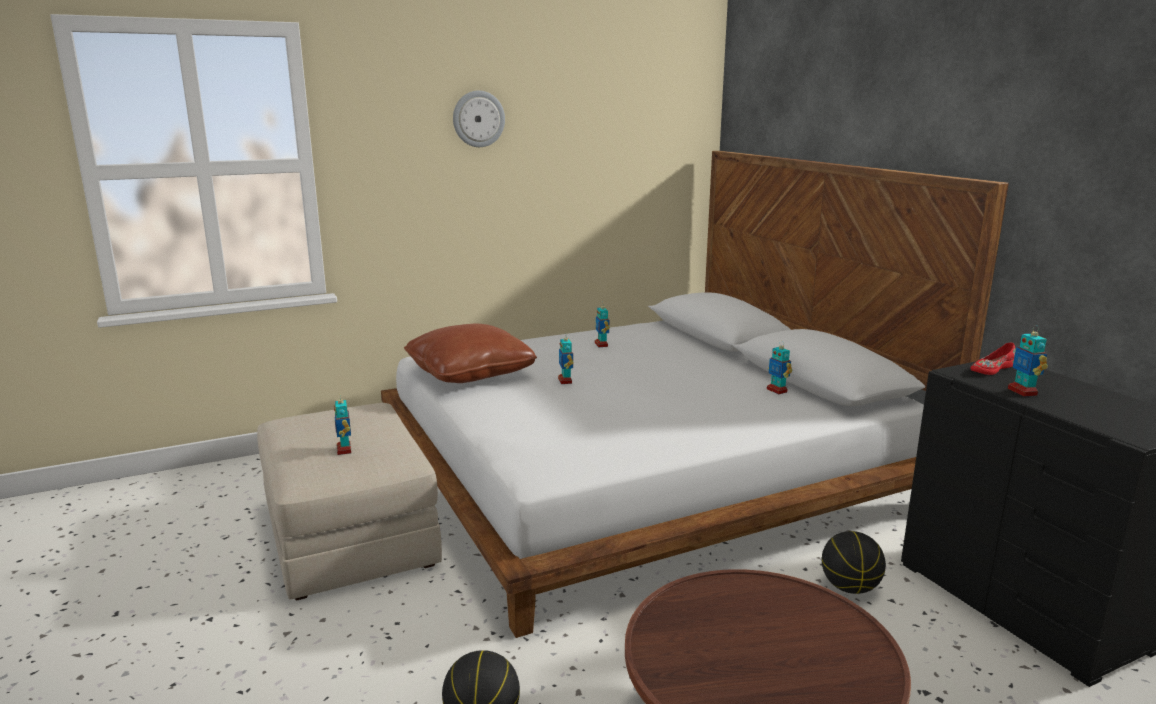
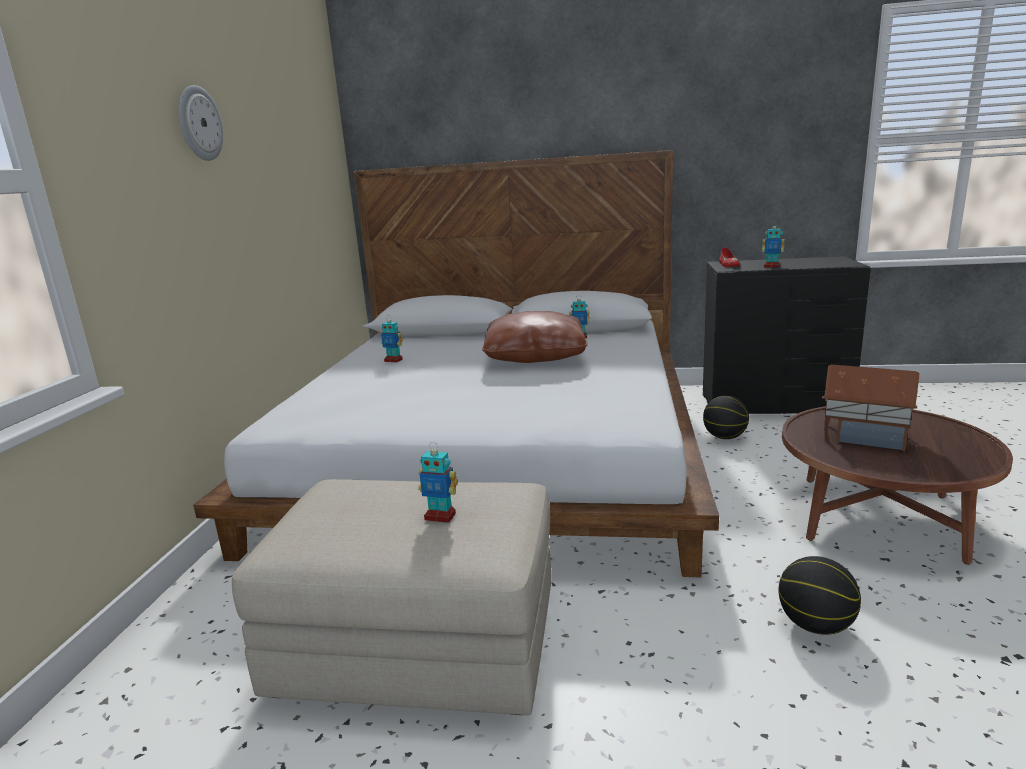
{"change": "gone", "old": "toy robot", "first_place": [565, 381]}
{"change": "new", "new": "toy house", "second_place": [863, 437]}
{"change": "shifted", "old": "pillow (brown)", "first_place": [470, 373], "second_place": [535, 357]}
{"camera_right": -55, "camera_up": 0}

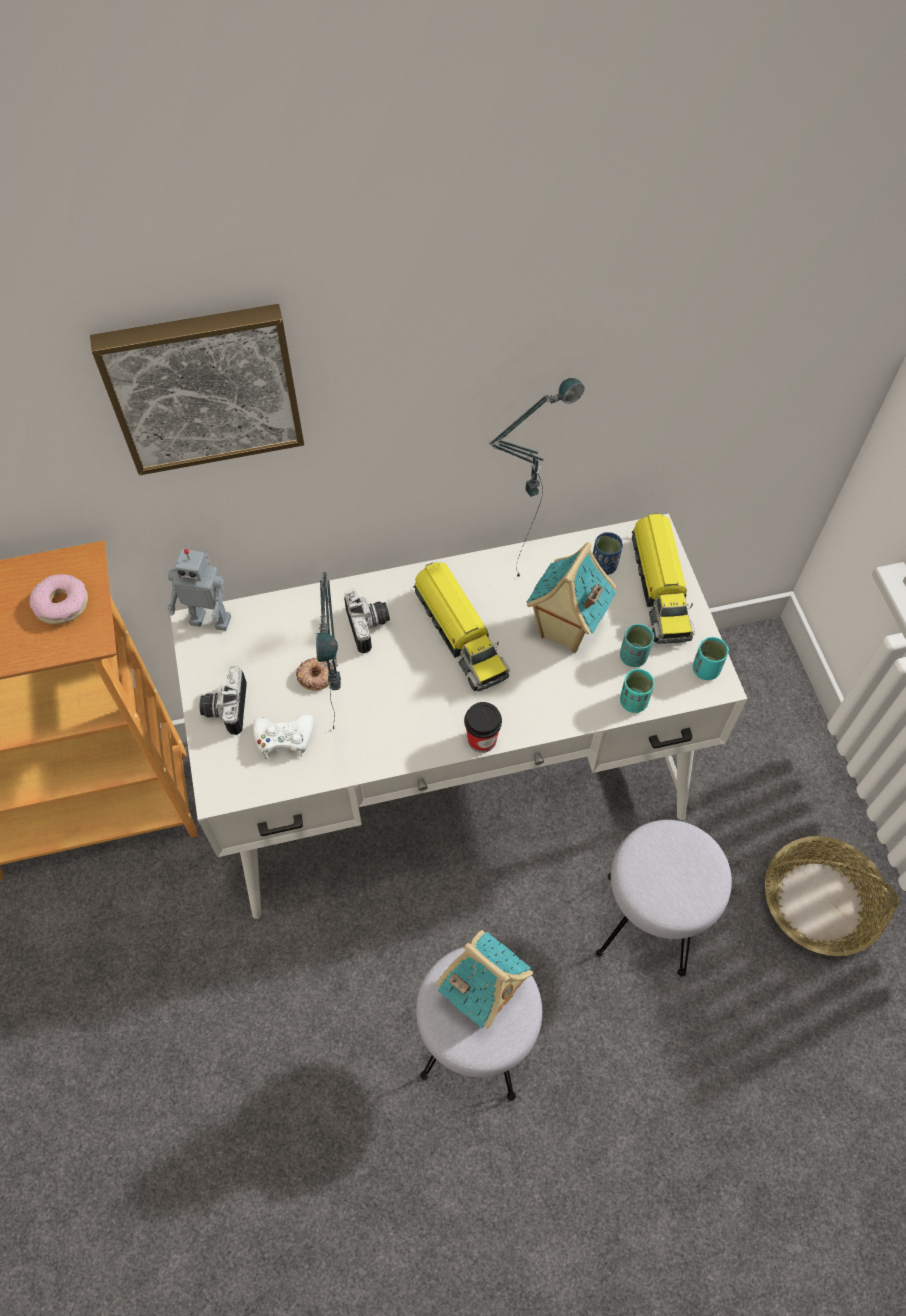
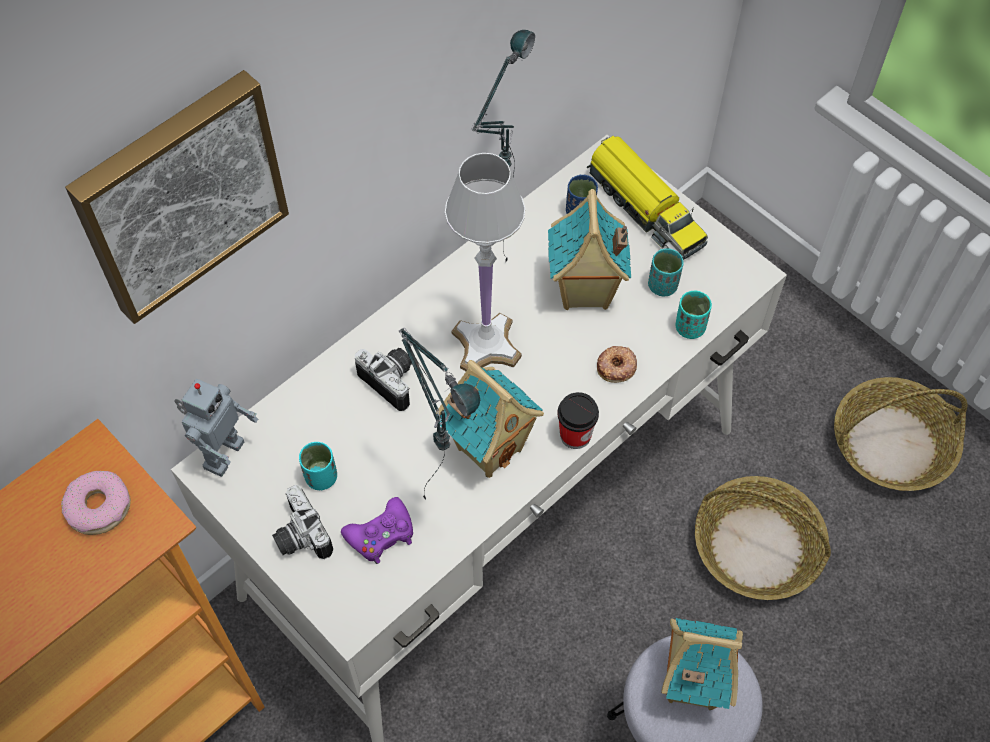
{"change": "new", "new": "toy house", "second_place": [489, 447]}
{"change": "shifted", "old": "donut", "first_place": [316, 676], "second_place": [617, 367]}
{"change": "shifted", "old": "cup (turquoise)", "first_place": [705, 669], "second_place": [321, 477]}
{"change": "swapped", "old": "toy truck", "new": "table lamp (white)", "first_place": [459, 633], "second_place": [486, 344]}
{"change": "swapped", "old": "stool (grey)", "new": "basket", "first_place": [647, 924], "second_place": [757, 547]}
{"change": "repainted", "old": "game controller (white)", "new": "game controller (purple)", "first_place": [284, 739], "second_place": [381, 535]}
{"change": "rotated", "old": "toy robot", "first_place": [211, 618], "second_place": [222, 454], "degrees": -45}
{"camera_right": -30, "camera_up": 0}

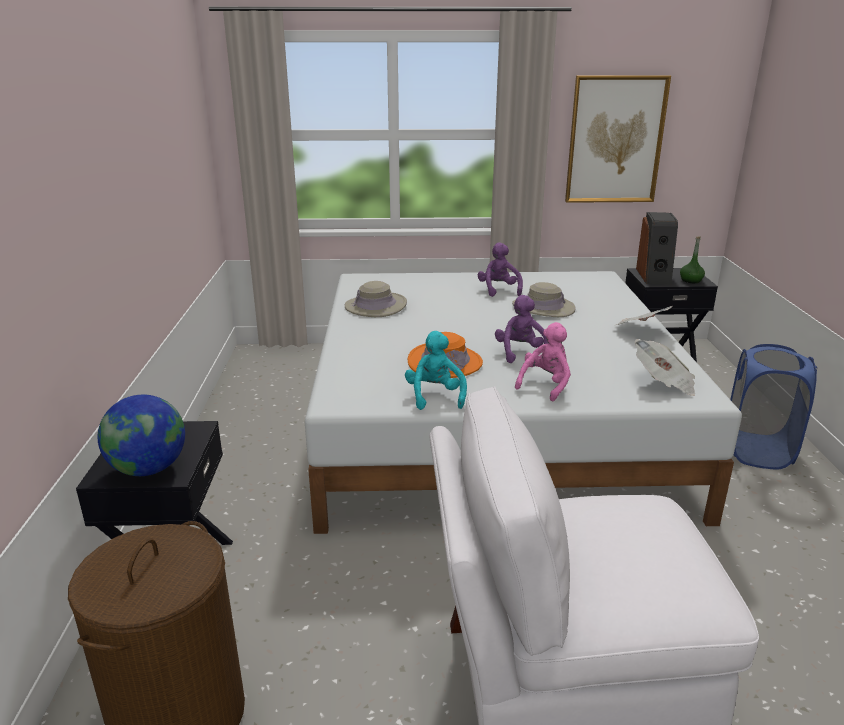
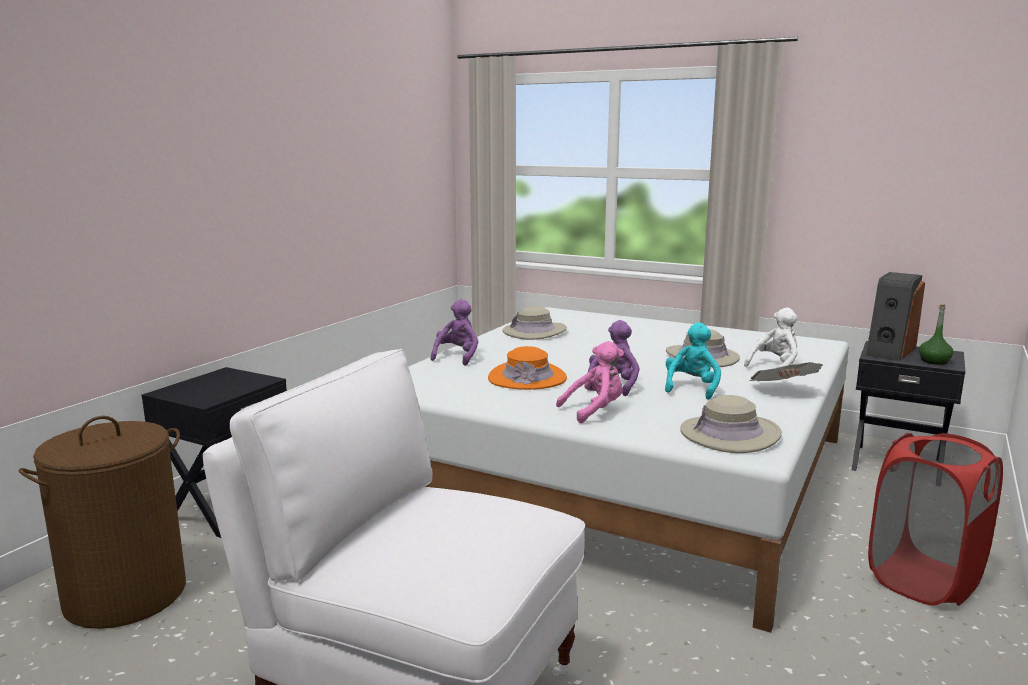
{"change": "gone", "old": "globe", "first_place": [149, 469]}
{"change": "gone", "old": "picture", "first_place": [615, 140]}
{"change": "new", "new": "plush toy (white)", "second_place": [775, 367]}
{"change": "shifted", "old": "plush toy (turquoise)", "first_place": [435, 396], "second_place": [691, 388]}
{"change": "shifted", "old": "plush toy (purple)", "first_place": [498, 290], "second_place": [457, 357]}
{"change": "swapped", "old": "newspaper", "new": "hat (beige)", "first_place": [664, 383], "second_place": [730, 434]}
{"change": "repainted", "old": "laundry basket (blue)", "new": "laundry basket (red)", "first_place": [756, 451], "second_place": [924, 580]}
{"camera_right": 30, "camera_up": -10}

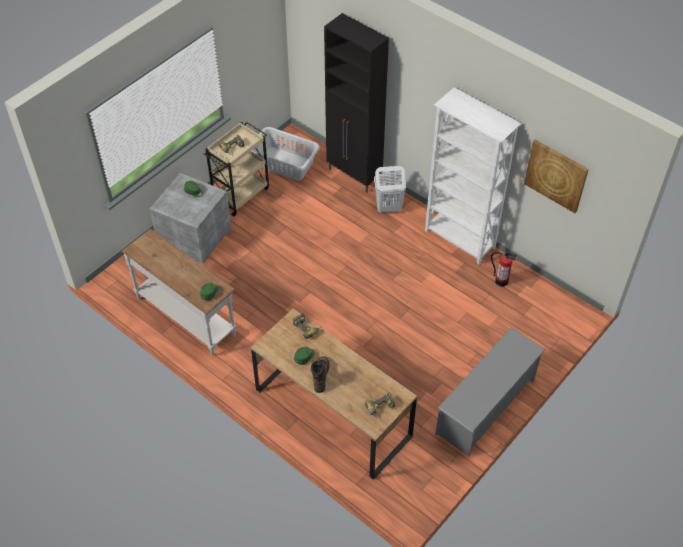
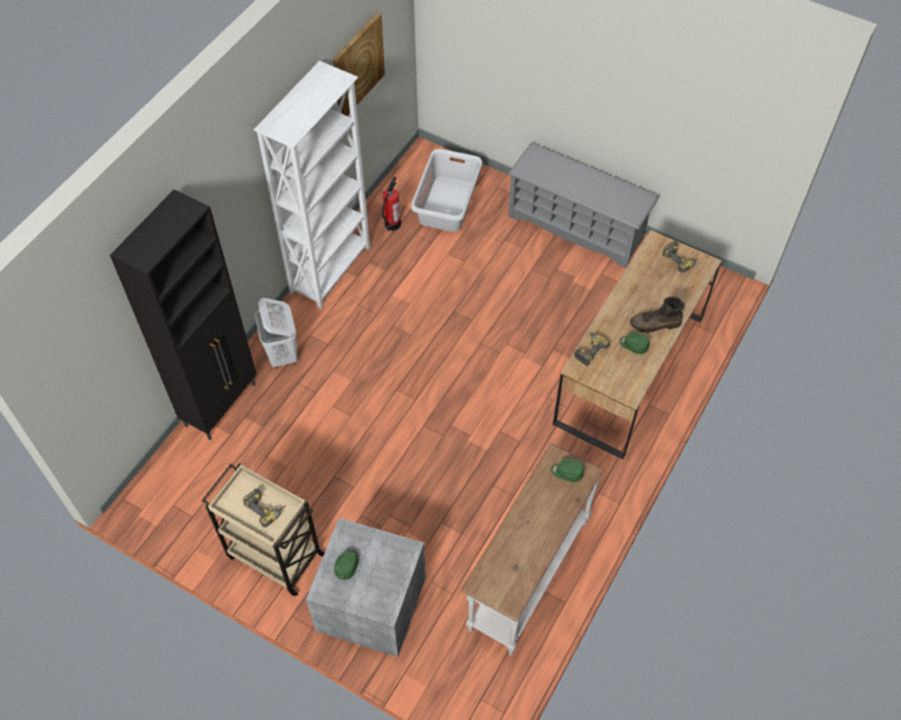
{"change": "shifted", "old": "laundry basket (grey)", "first_place": [285, 164], "second_place": [448, 204]}
{"camera_right": -100, "camera_up": 5}

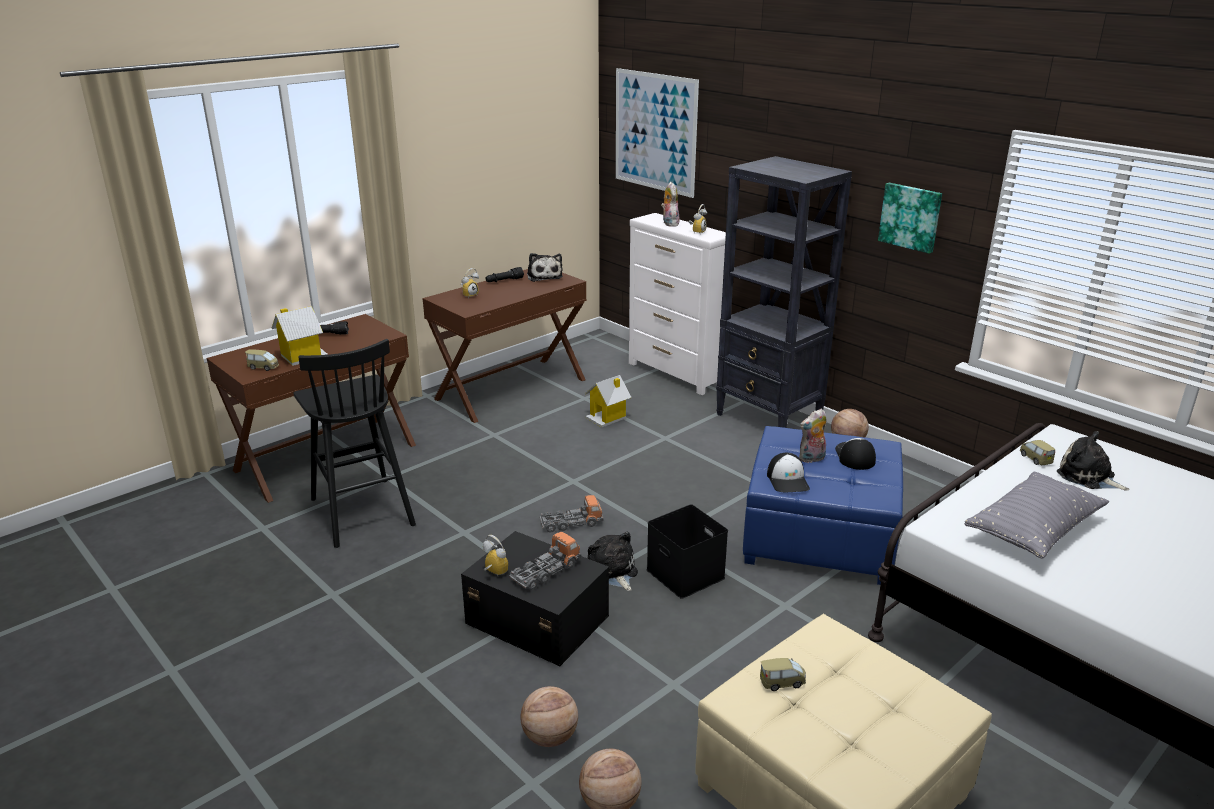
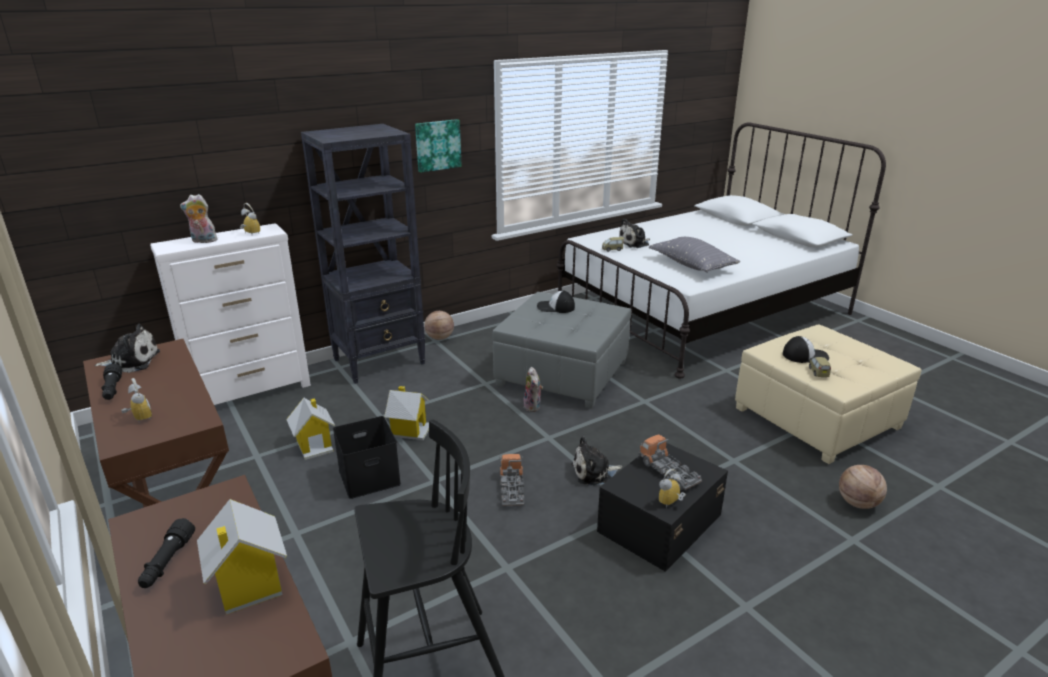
{"change": "gone", "old": "toy car", "first_place": [263, 367]}
{"change": "gone", "old": "basketball", "first_place": [550, 737]}
{"change": "gone", "old": "picture", "first_place": [655, 132]}
{"change": "new", "new": "toy house", "second_place": [410, 430]}
{"change": "shifted", "old": "storage box (black)", "first_place": [687, 574], "second_place": [370, 476]}
{"change": "shifted", "old": "cap", "first_place": [788, 480], "second_place": [805, 355]}
{"change": "shifted", "old": "plush toy", "first_place": [812, 459], "second_place": [533, 406]}
{"change": "repainted", "old": "ottoman (blue)", "new": "ottoman (grey)", "first_place": [818, 535], "second_place": [563, 373]}
{"camera_right": -80, "camera_up": 0}

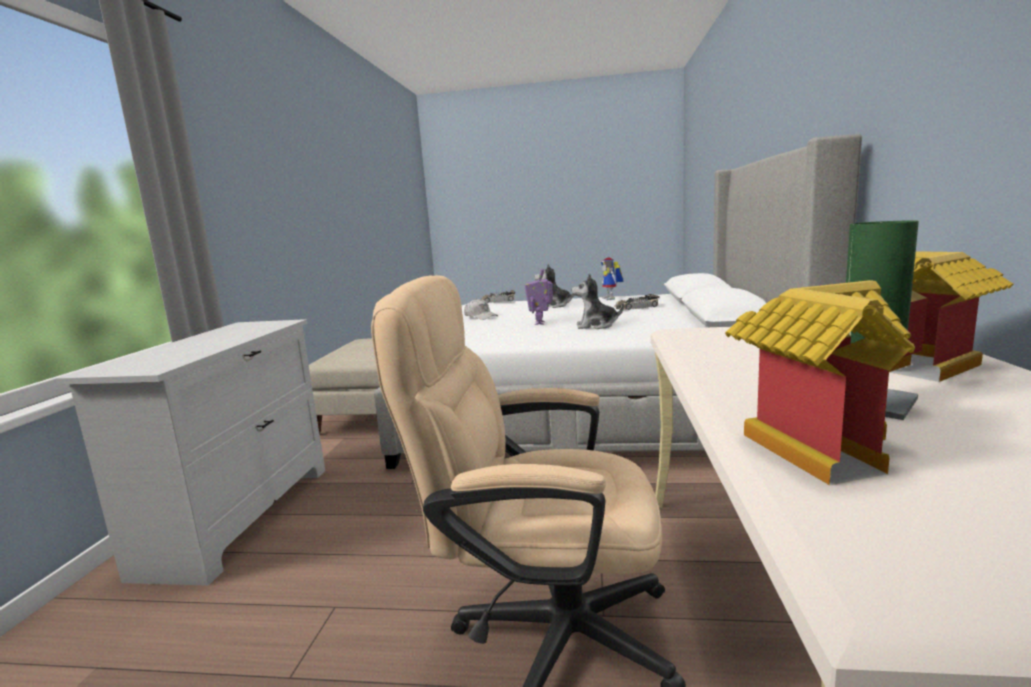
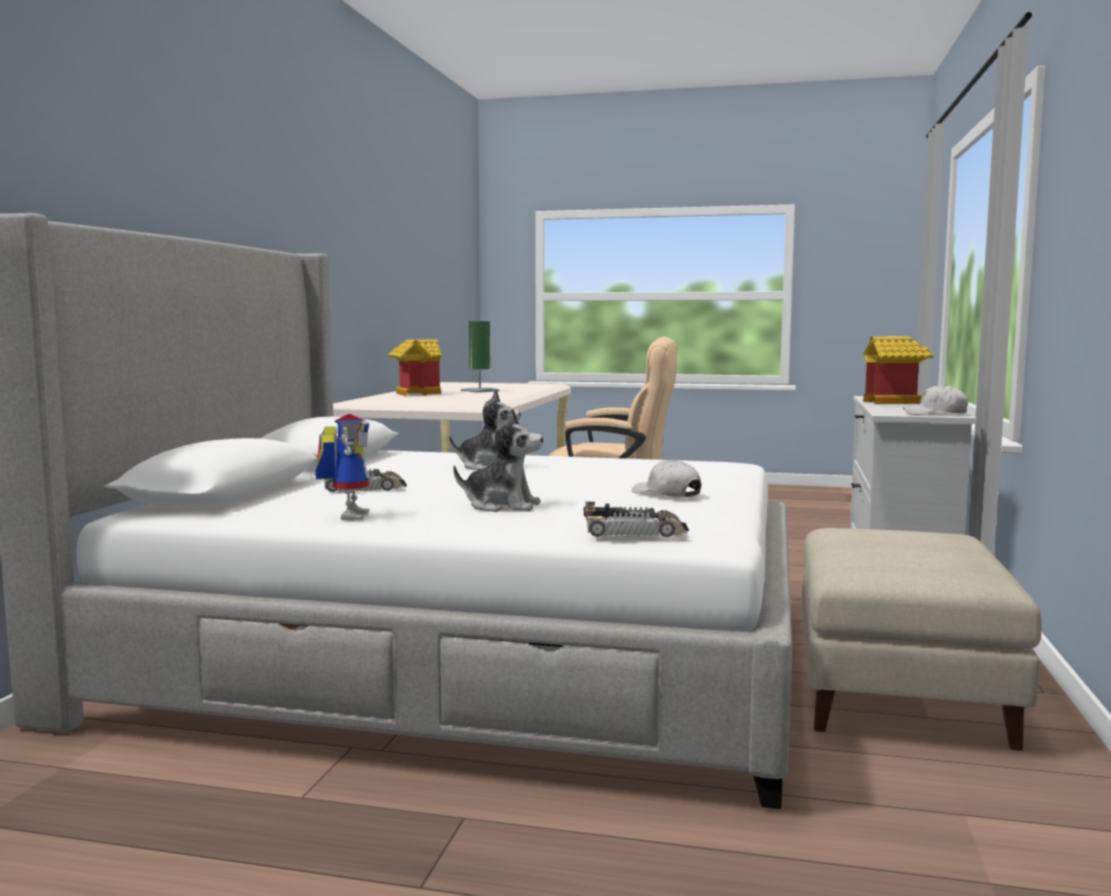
{"change": "gone", "old": "toy robot", "first_place": [540, 323]}
{"change": "new", "new": "cap (white)", "second_place": [935, 414]}
{"change": "shifted", "old": "toy house", "first_place": [811, 443], "second_place": [894, 402]}
{"camera_right": -175, "camera_up": -5}

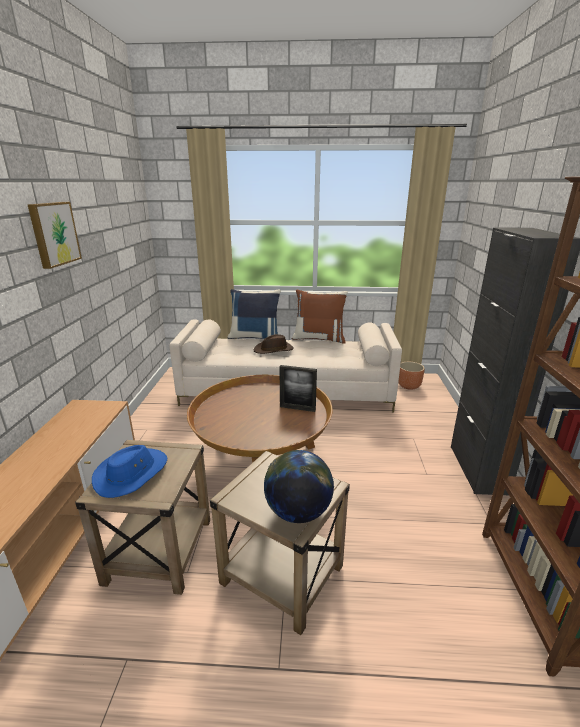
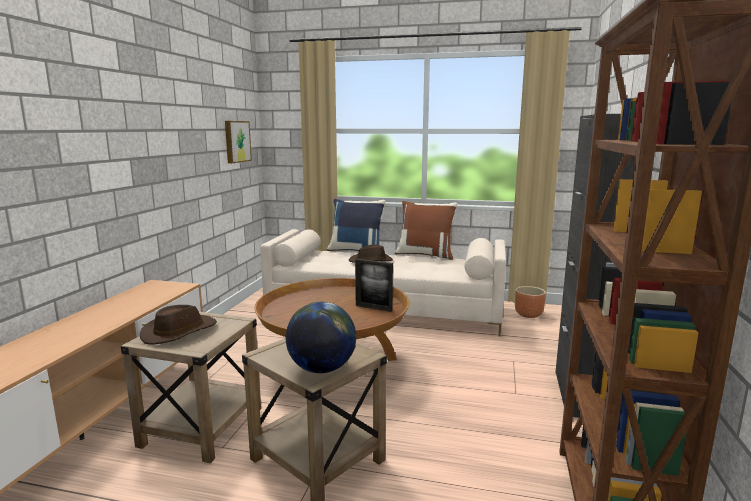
{"change": "shifted", "old": "picture", "first_place": [53, 234], "second_place": [236, 141]}
{"change": "repainted", "old": "hat (blue)", "new": "hat (brown)", "first_place": [132, 473], "second_place": [179, 331]}
{"camera_right": 10, "camera_up": -10}

